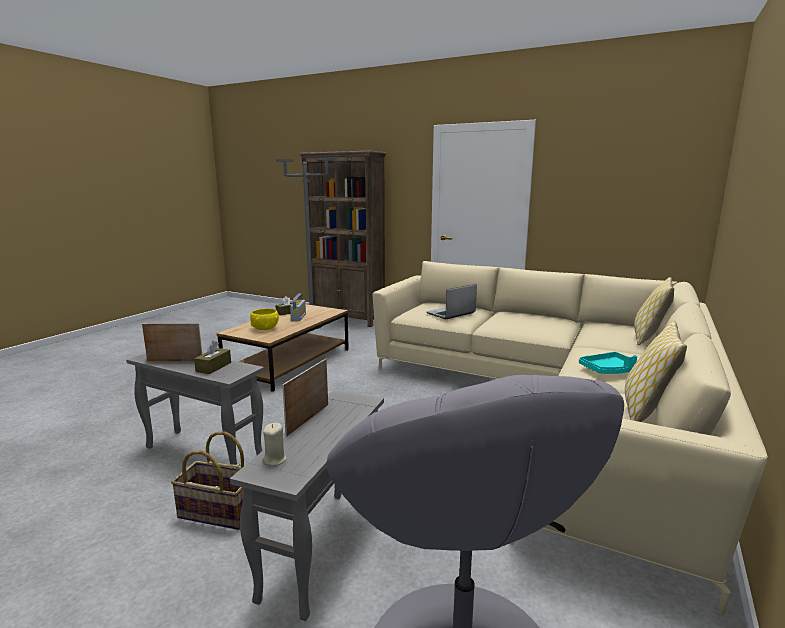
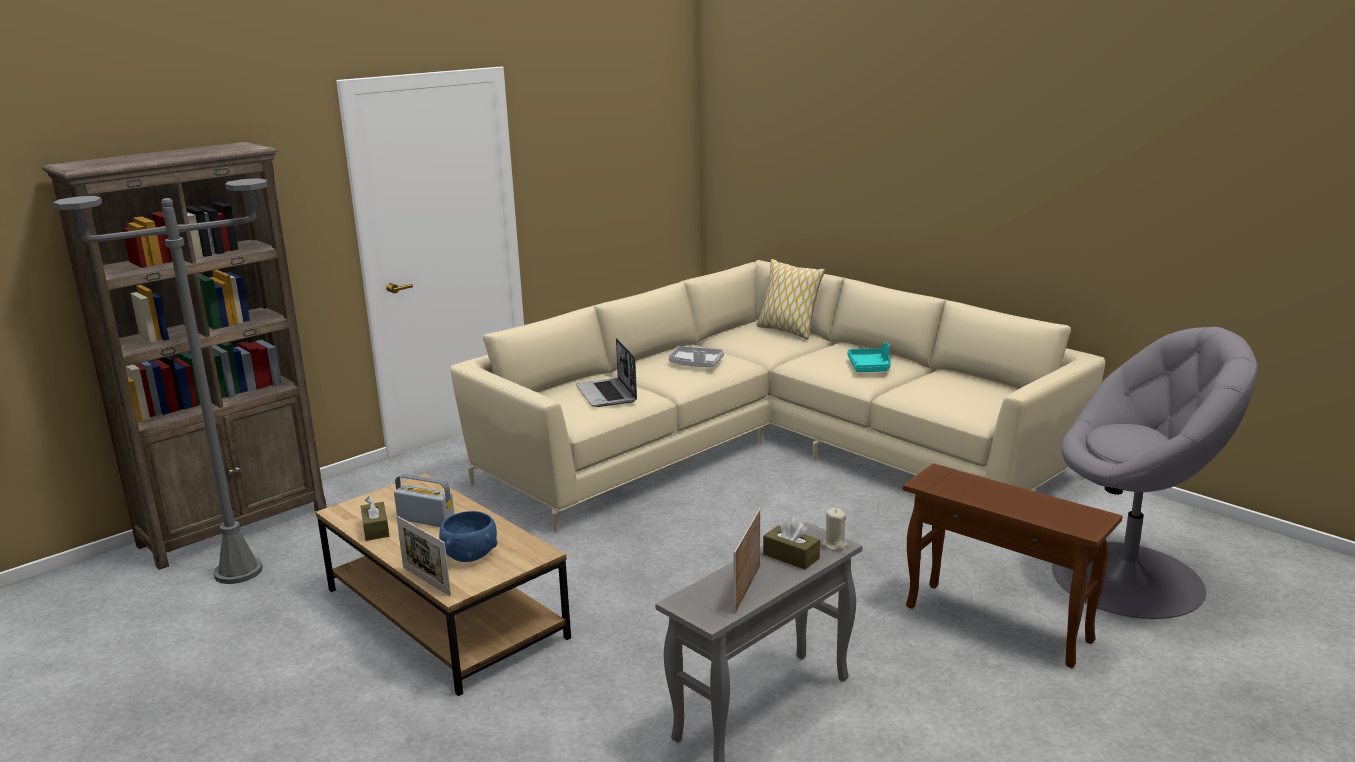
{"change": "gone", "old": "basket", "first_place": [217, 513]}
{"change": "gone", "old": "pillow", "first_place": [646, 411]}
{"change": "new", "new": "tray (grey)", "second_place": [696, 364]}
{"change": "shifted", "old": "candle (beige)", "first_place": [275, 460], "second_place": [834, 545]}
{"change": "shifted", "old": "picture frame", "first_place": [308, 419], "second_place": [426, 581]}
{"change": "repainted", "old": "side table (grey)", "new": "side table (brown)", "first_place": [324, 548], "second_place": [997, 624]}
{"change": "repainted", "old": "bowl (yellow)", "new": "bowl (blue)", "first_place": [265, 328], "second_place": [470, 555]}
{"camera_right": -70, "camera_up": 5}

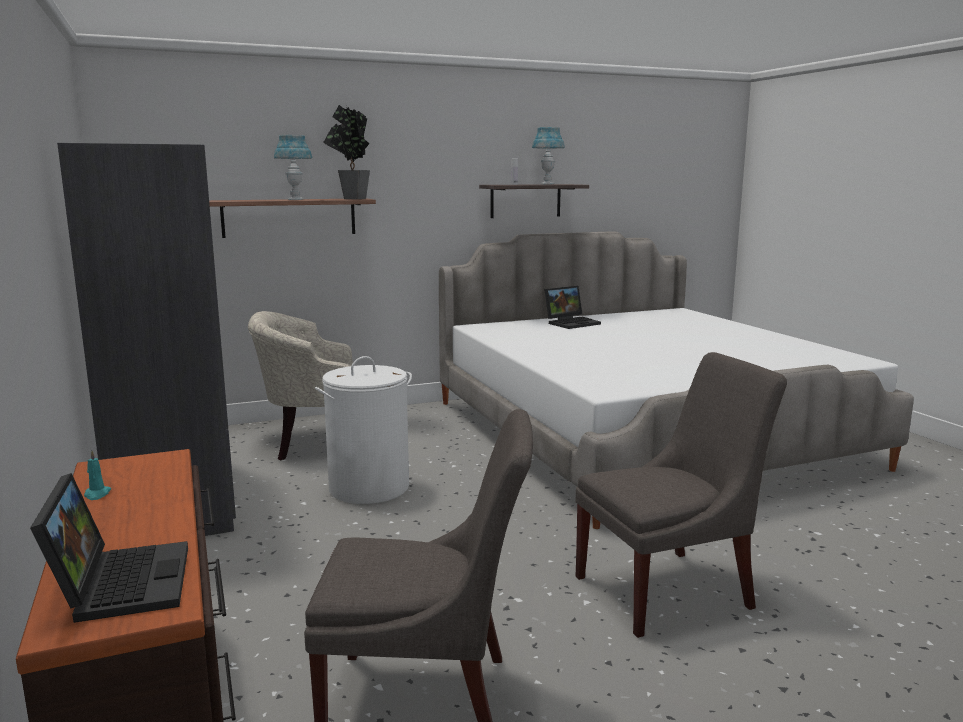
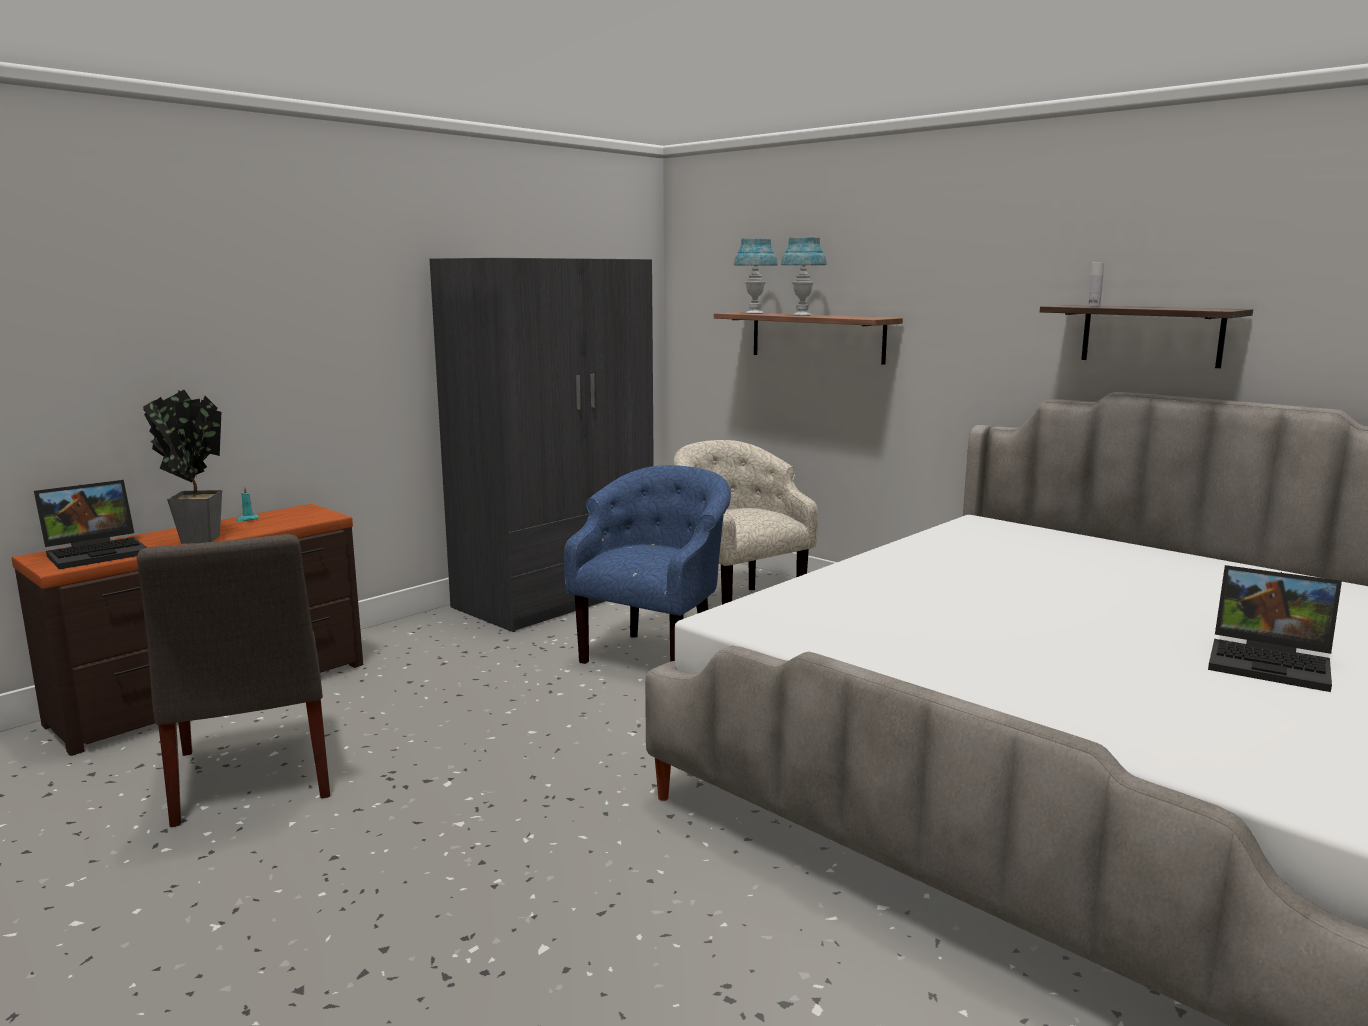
{"change": "gone", "old": "chair (grey)", "first_place": [670, 590]}
{"change": "shifted", "old": "potted plant", "first_place": [351, 199], "second_place": [195, 538]}
{"change": "shifted", "old": "table lamp (blue)", "first_place": [547, 184], "second_place": [754, 313]}
{"change": "shifted", "old": "laptop", "first_place": [572, 323], "second_place": [1272, 663]}
{"change": "swapped", "old": "laundry basket (white)", "new": "armchair (blue)", "first_place": [369, 487], "second_place": [656, 655]}
{"camera_right": 65, "camera_up": 0}

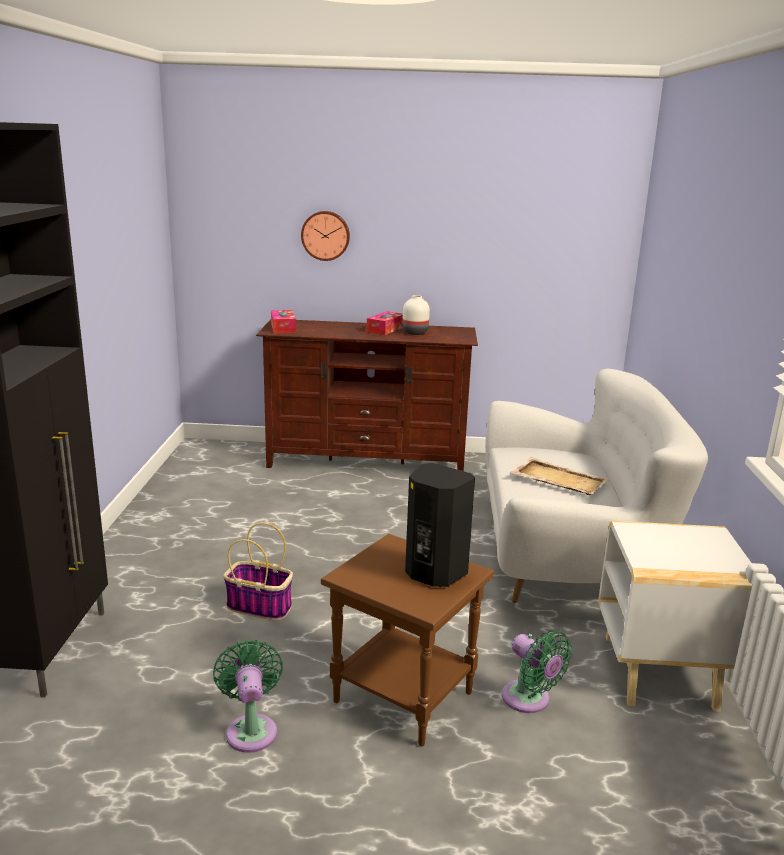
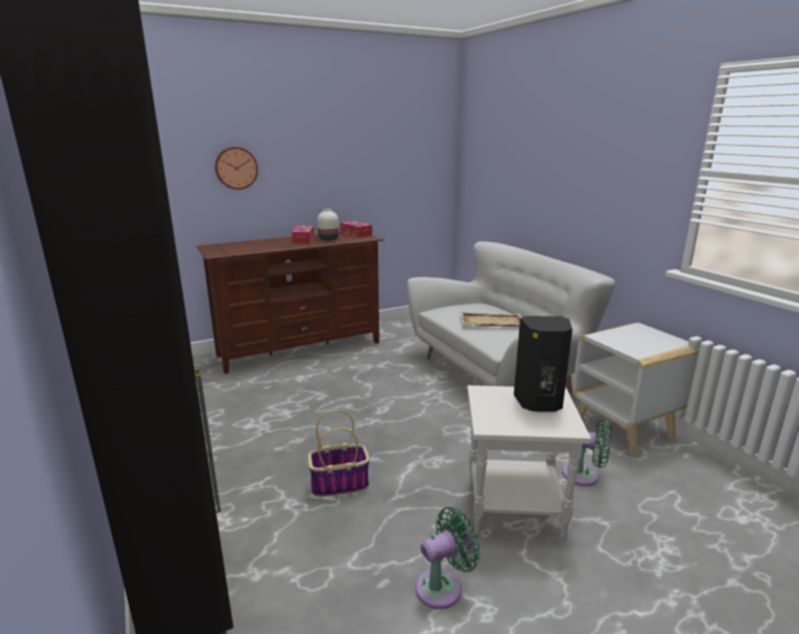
{"change": "shifted", "old": "tissue box", "first_place": [283, 328], "second_place": [356, 234]}
{"change": "repainted", "old": "side table (brown)", "new": "side table (white)", "first_place": [405, 697], "second_place": [515, 507]}
{"change": "rotated", "old": "fan (green)", "first_place": [251, 729], "second_place": [443, 586], "degrees": 105}
{"camera_right": -30, "camera_up": 0}

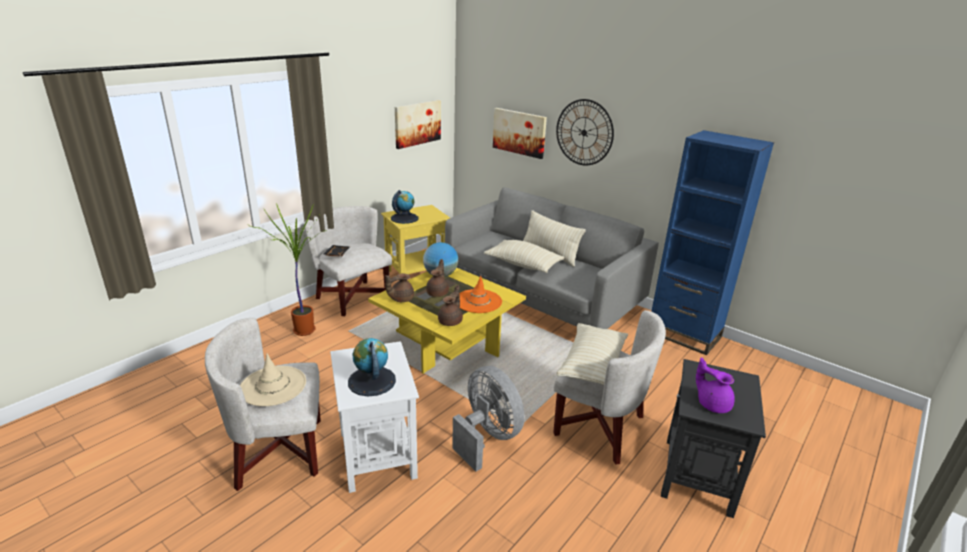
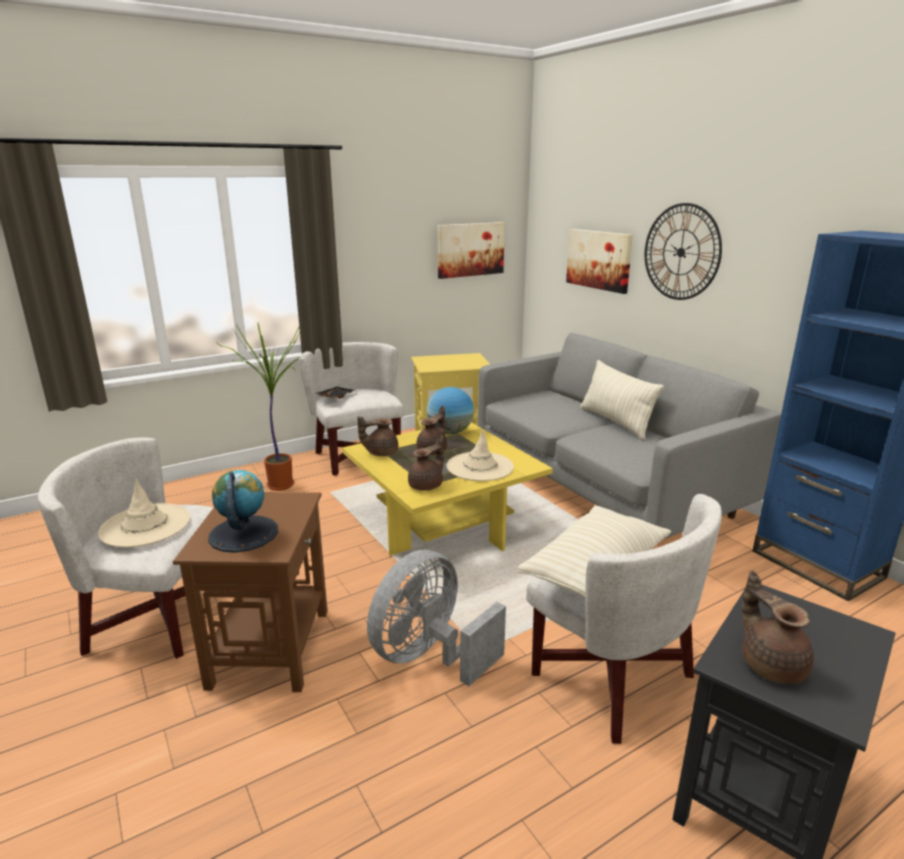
{"change": "gone", "old": "globe", "first_place": [404, 218]}
{"change": "gone", "old": "pillow (beige)", "first_place": [523, 265]}
{"change": "repainted", "old": "side table (white)", "new": "side table (brown)", "first_place": [377, 453], "second_place": [271, 646]}
{"change": "repainted", "old": "hat (orange)", "new": "hat (beige)", "first_place": [478, 301], "second_place": [480, 467]}
{"change": "repainted", "old": "teapot (purple)", "new": "teapot (brown)", "first_place": [712, 404], "second_place": [771, 663]}
{"change": "rotated", "old": "fan (grey)", "first_place": [487, 437], "second_place": [429, 656], "degrees": -120}
{"camera_right": 20, "camera_up": -5}

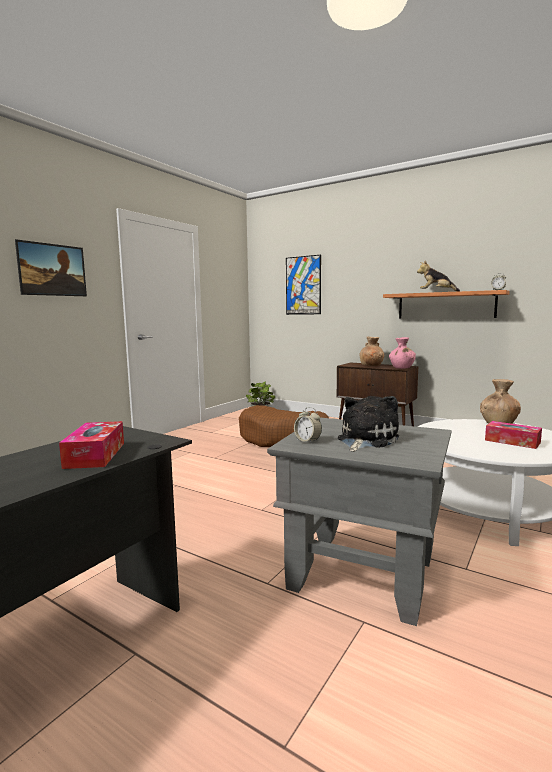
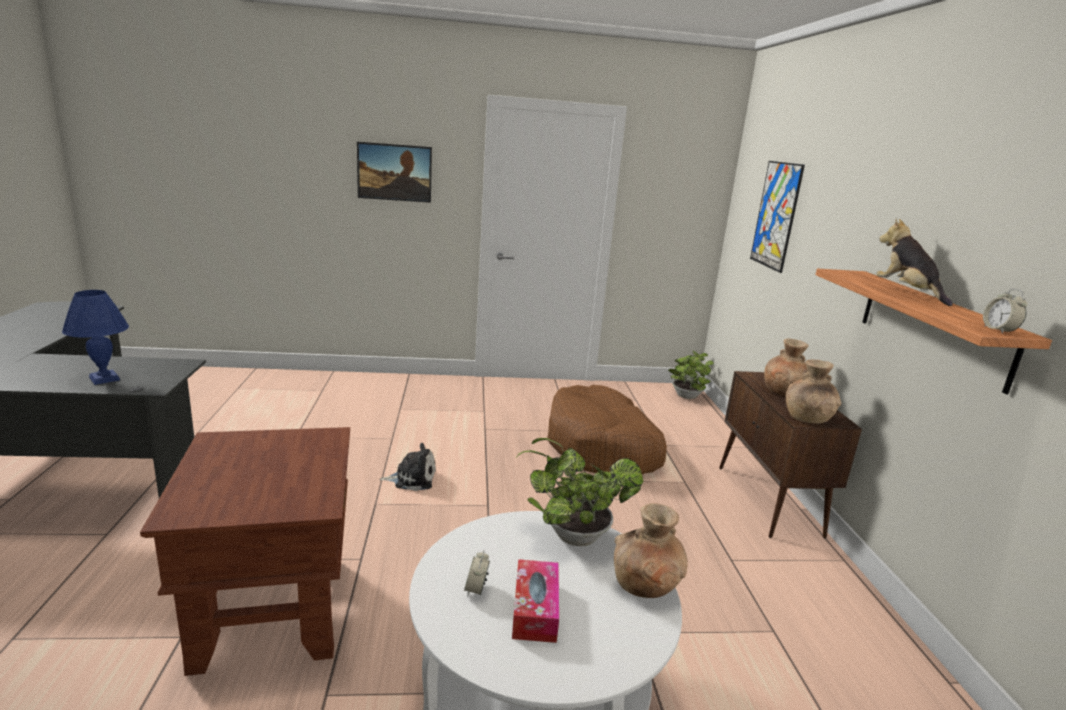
{"change": "new", "new": "potted plant", "second_place": [571, 535]}
{"change": "shifted", "old": "alarm clock", "first_place": [307, 441], "second_place": [476, 589]}
{"change": "shifted", "old": "plush toy", "first_place": [365, 440], "second_place": [412, 478]}
{"change": "swapped", "old": "tissue box", "new": "table lamp (blue)", "first_place": [95, 455], "second_place": [105, 378]}
{"change": "repainted", "old": "side table (grey)", "new": "side table (brown)", "first_place": [361, 573], "second_place": [273, 611]}
{"change": "repainted", "old": "vase (pink)", "new": "vase (brown)", "first_place": [401, 368], "second_place": [807, 418]}
{"camera_right": 50, "camera_up": 10}

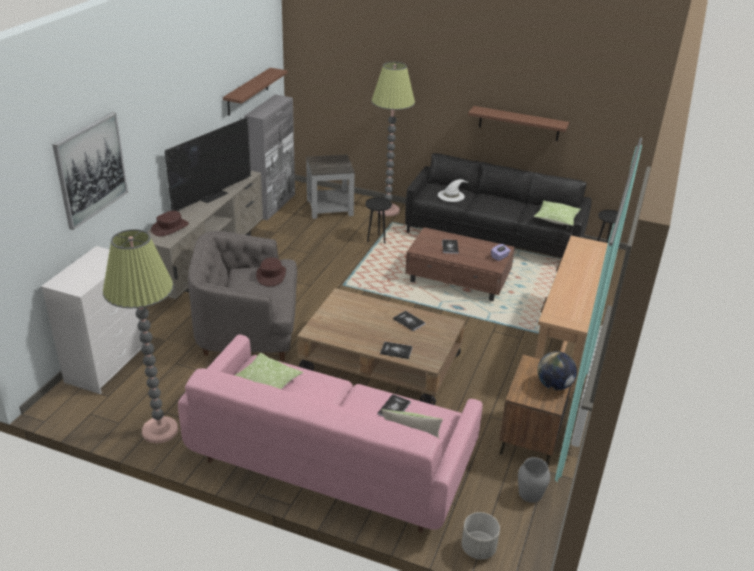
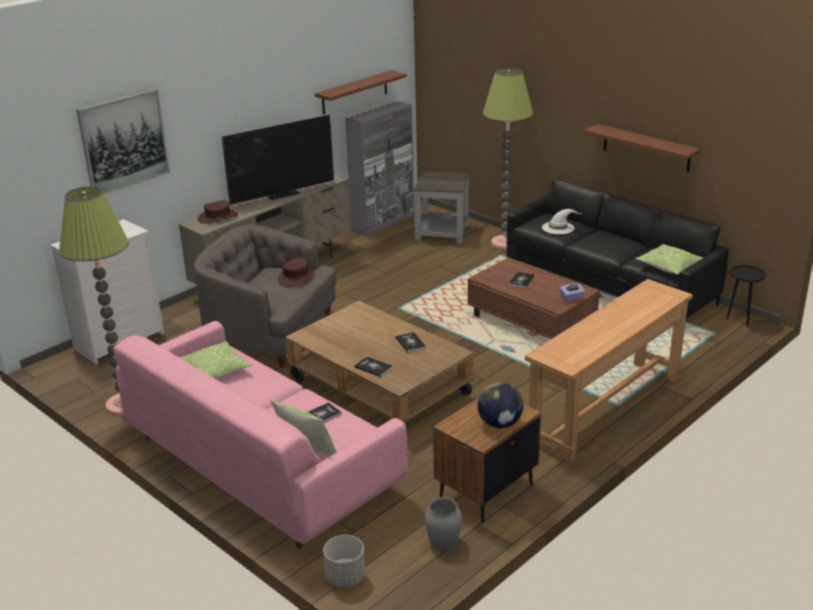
{"change": "gone", "old": "side table (black)", "first_place": [377, 240]}
{"camera_right": 25, "camera_up": -5}

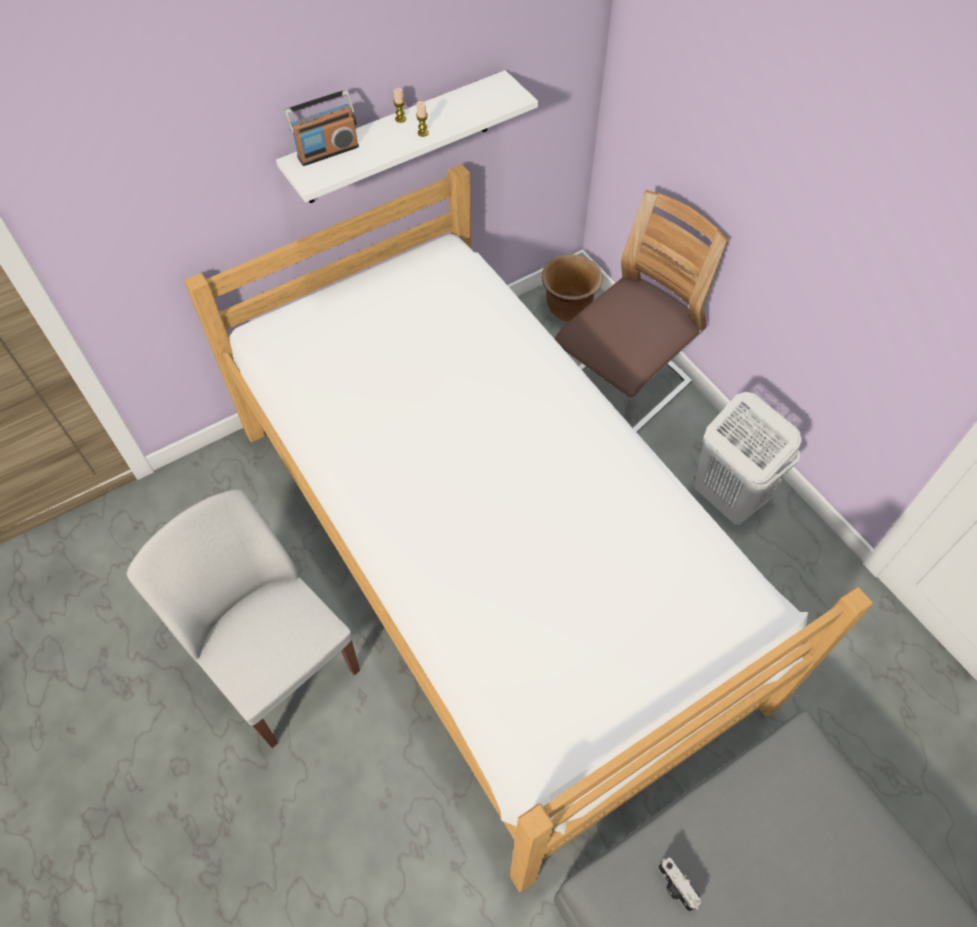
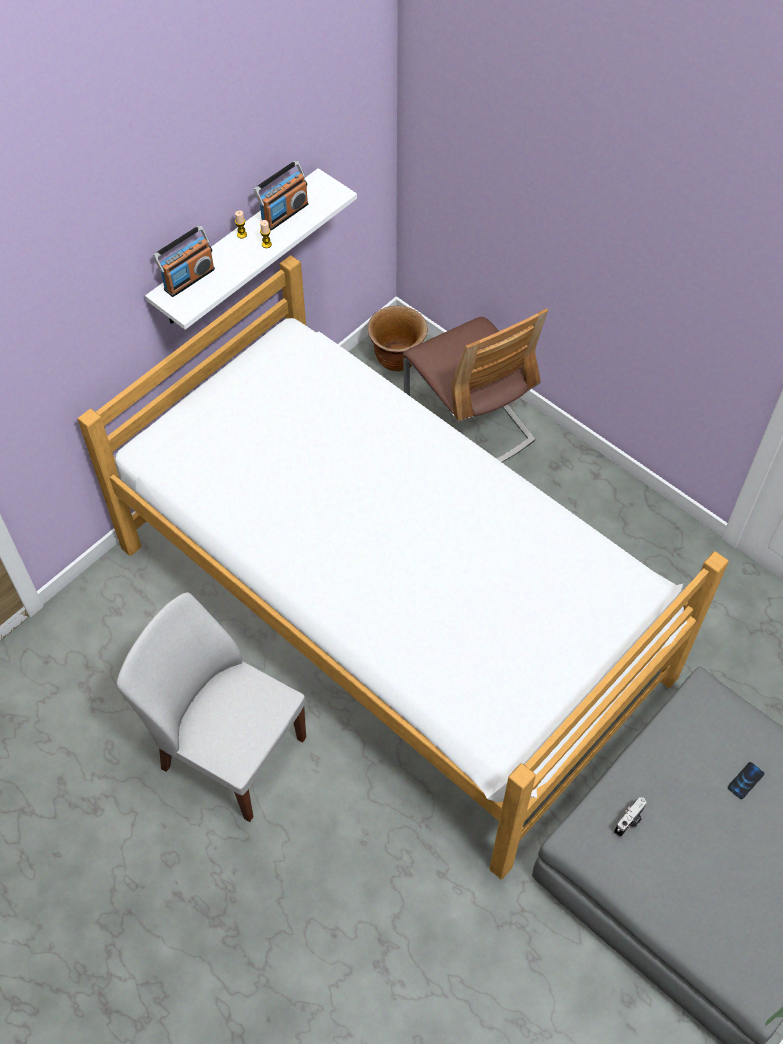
{"change": "gone", "old": "laundry basket (white)", "first_place": [726, 497]}
{"change": "new", "new": "radio", "second_place": [284, 213]}
{"change": "new", "new": "phone", "second_place": [745, 781]}
{"change": "rotated", "old": "chair", "first_place": [621, 387], "second_place": [468, 424], "degrees": 120}
{"change": "rotated", "old": "photo camera", "first_place": [675, 887], "second_place": [629, 821], "degrees": -90}
{"camera_right": -15, "camera_up": 0}

